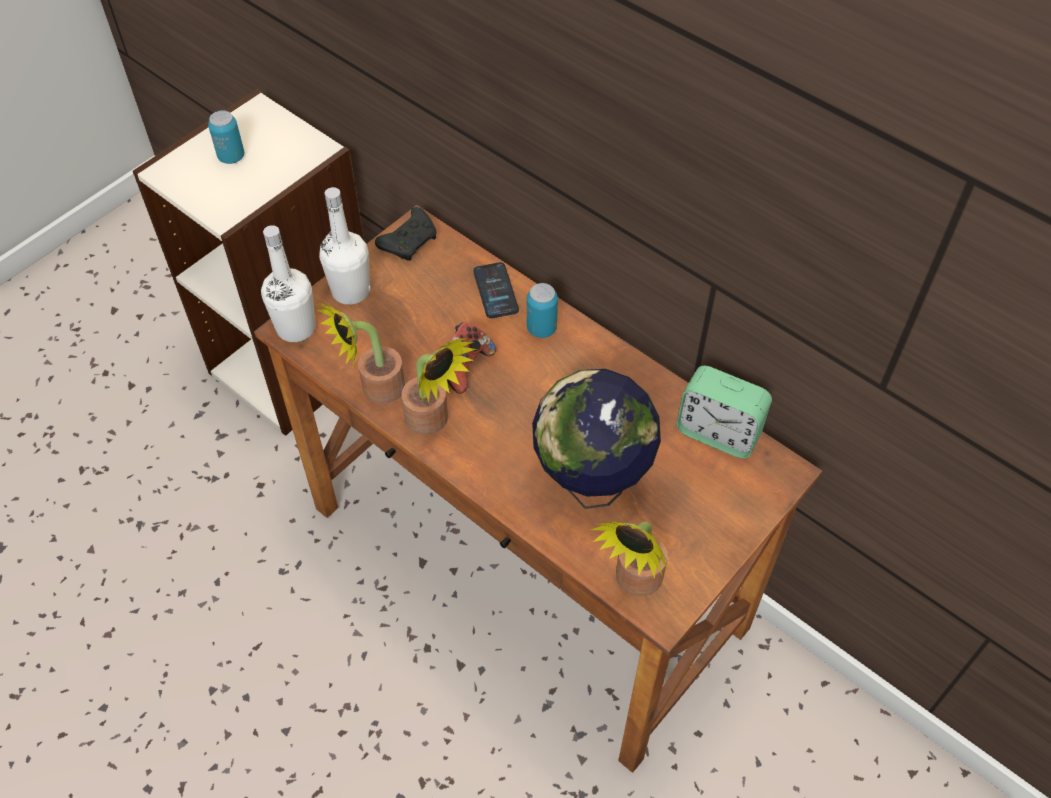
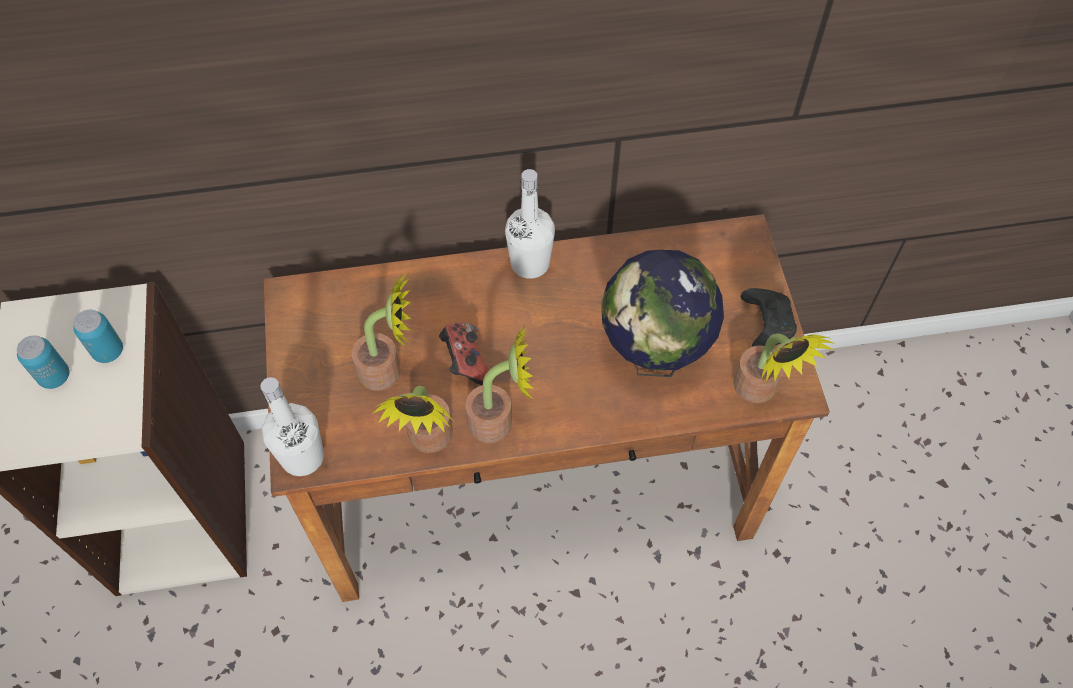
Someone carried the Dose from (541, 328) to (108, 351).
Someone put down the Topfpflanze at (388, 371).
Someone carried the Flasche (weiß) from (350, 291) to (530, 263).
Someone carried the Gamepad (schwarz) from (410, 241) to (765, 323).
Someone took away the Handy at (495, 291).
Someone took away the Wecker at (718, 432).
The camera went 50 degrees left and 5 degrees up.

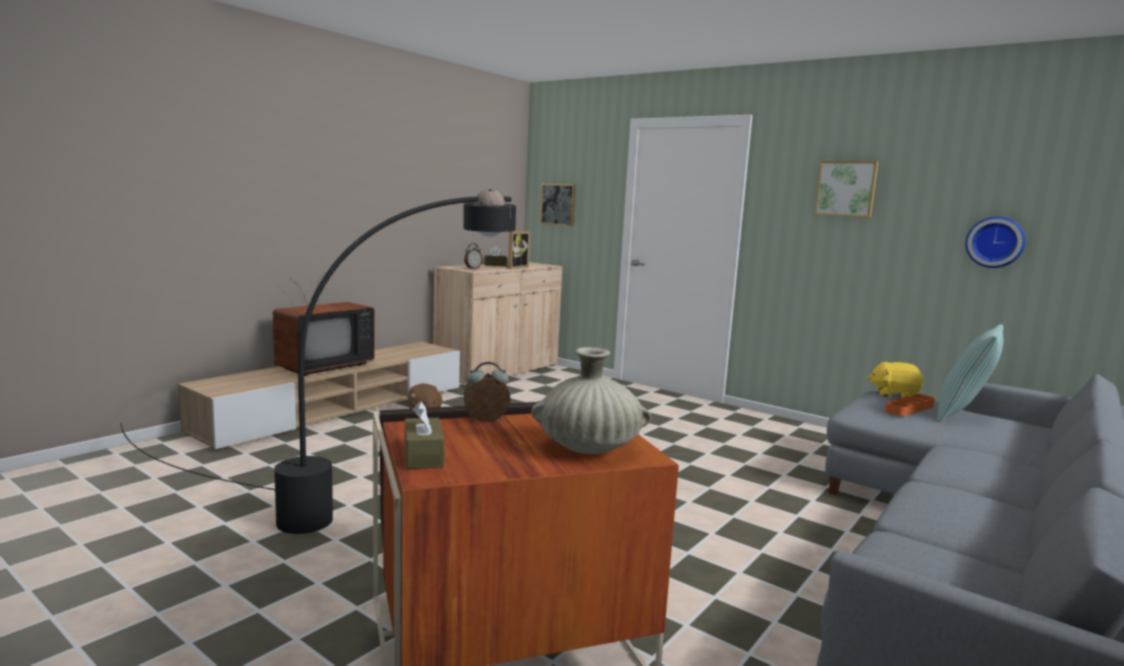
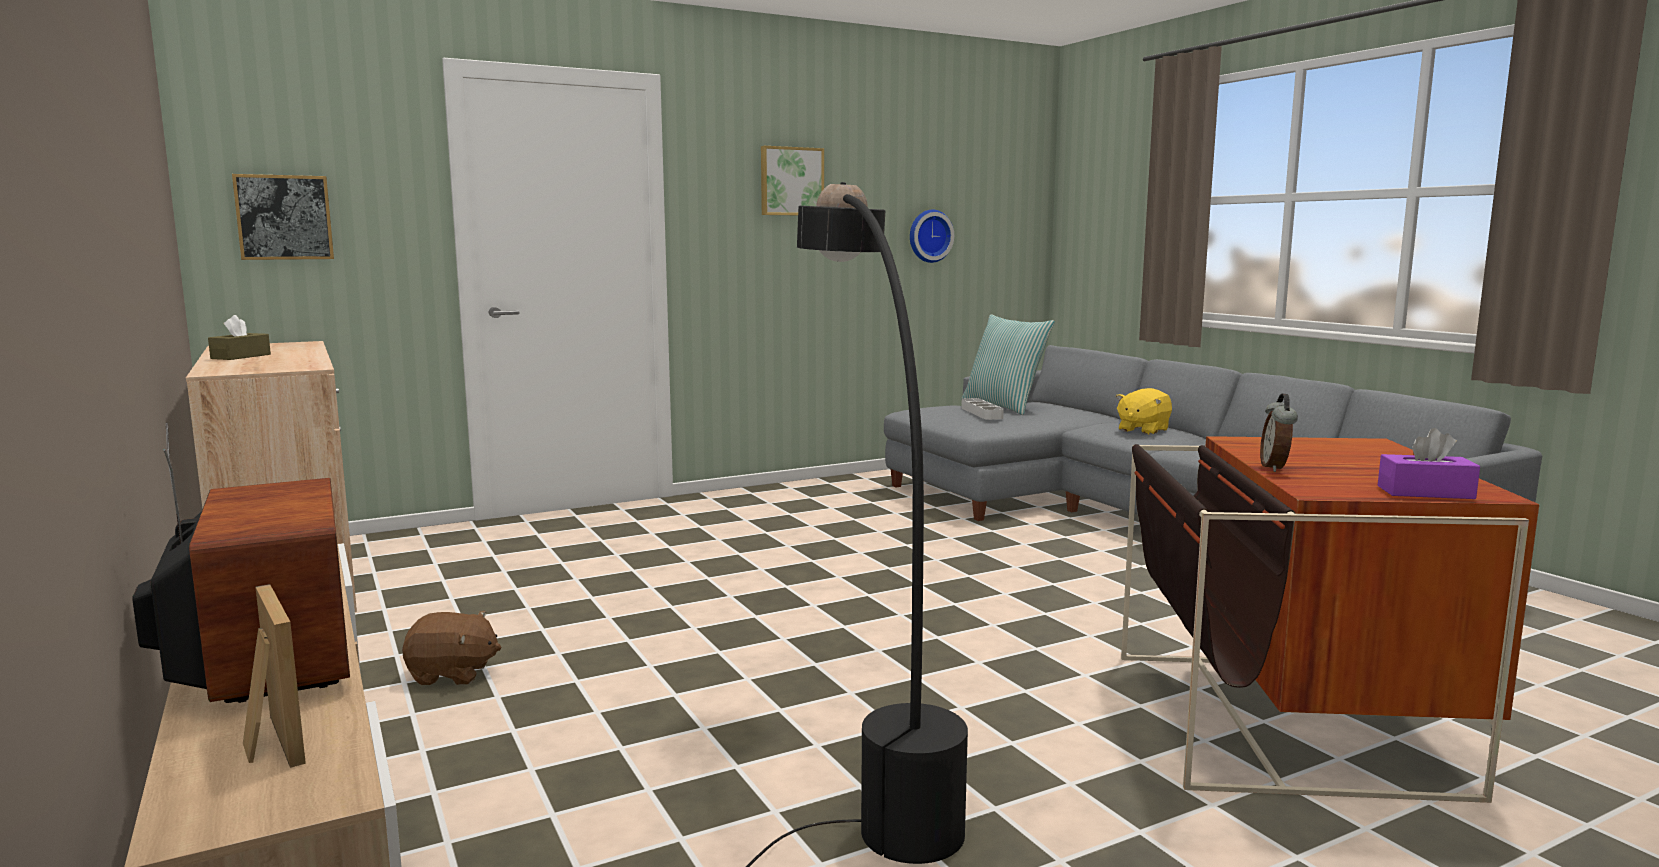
Someone carried the Bilderrahmen from (515, 267) to (269, 743).
Someone repainted the Tablett (orange) at (909, 409), which became the Tablett (grau) at (981, 413).
Someone carried the Plüschtier (gelb) from (894, 395) to (1142, 430).
Someone repainted the Taschentuchbox (braun) at (423, 455), which became the Taschentuchbox (lila) at (1425, 492).
Someone took away the Wecker at (472, 268).
Someone took away the Vase (beige) at (589, 449).
The camera went 65 degrees left and 0 degrees up.

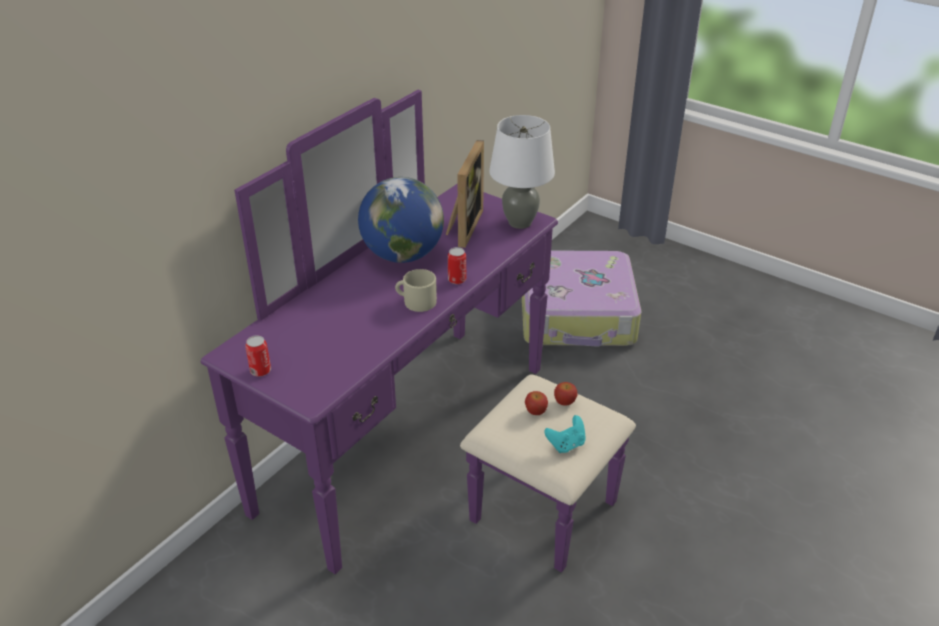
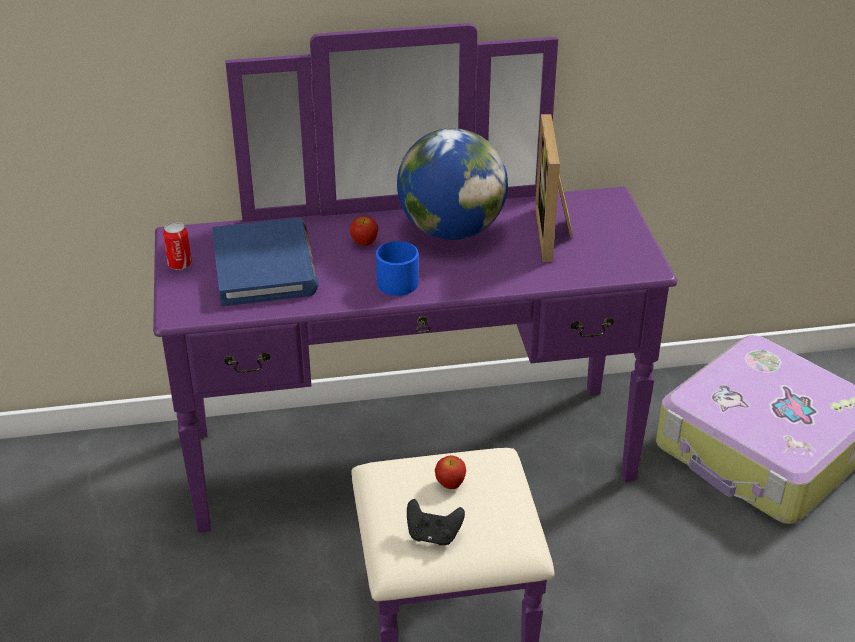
Someone put down the Buch (blau) at (265, 267).
Someone carried the Apfel from (565, 402) to (364, 242).
Someone repainted the Henkelbecher (beige) at (416, 301), which became the Henkelbecher (blau) at (394, 280).
Someone repainted the Gamepad (türkis) at (566, 444), which became the Gamepad (schwarz) at (433, 535).
Someone rotated the Bilderrahmen at (462, 227) by 120 degrees clockwise.
Someone took away the Dose at (457, 280).
Someone took away the Tischlampe (weiß) at (519, 223).
The camera went 45 degrees right and 0 degrees up.

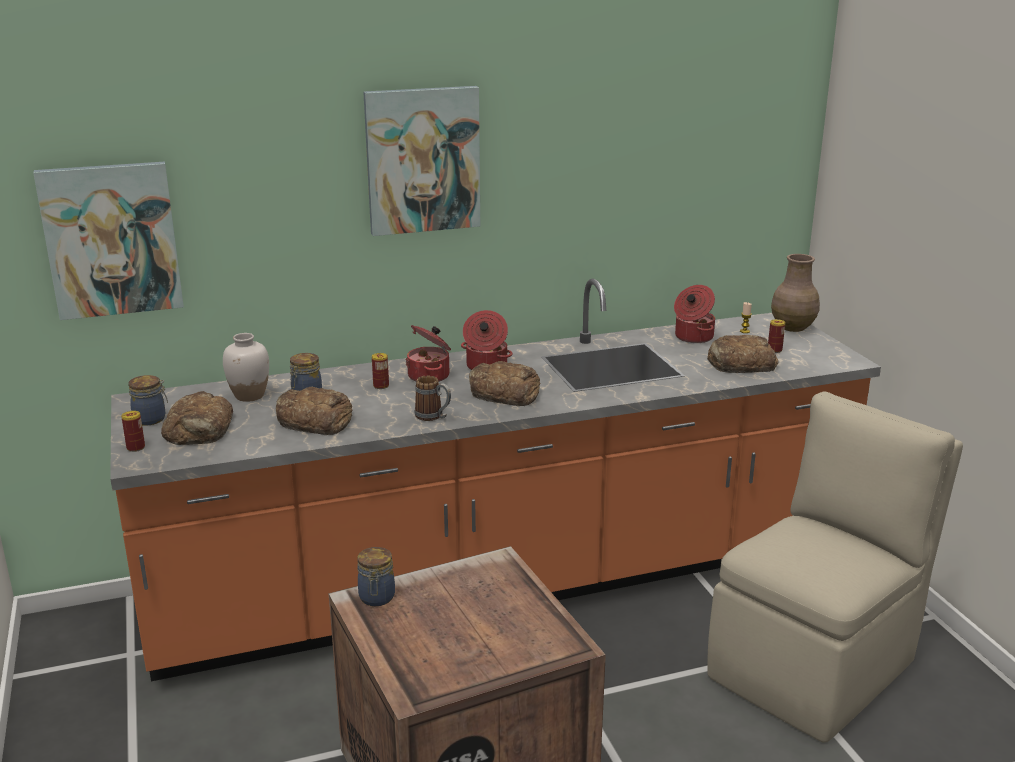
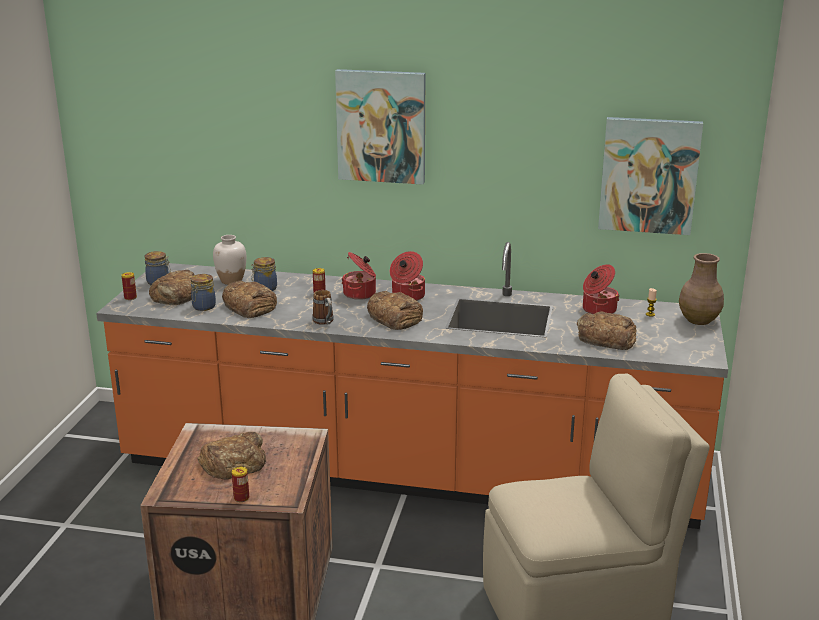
Someone carried the Vorratsglas from (376, 598) to (203, 307).
Someone put down the Brot at (234, 462).
Someone carried the Dose from (774, 350) to (241, 498).
Someone carried the Bild from (111, 240) to (649, 175).
The camera went 30 degrees right and 0 degrees up.

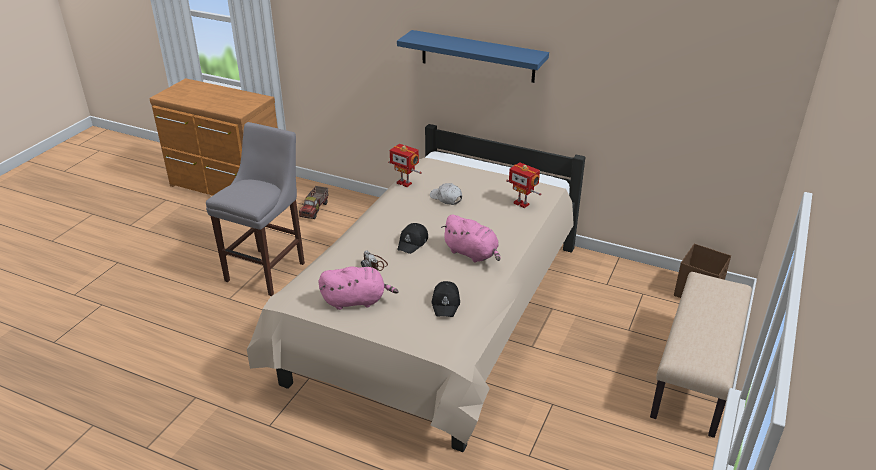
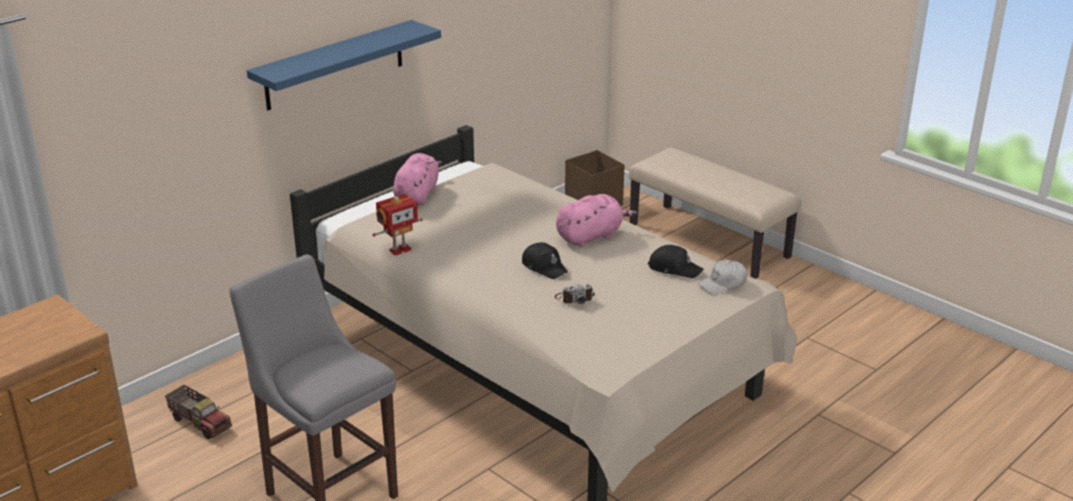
Someone carried the Plüschtier (rosa) from (356, 300) to (417, 195).
Someone carried the Kappe (weiß) from (446, 198) to (723, 284).
Someone took away the Spielzeugroboter at (522, 203).
The camera went 70 degrees left and 5 degrees down.

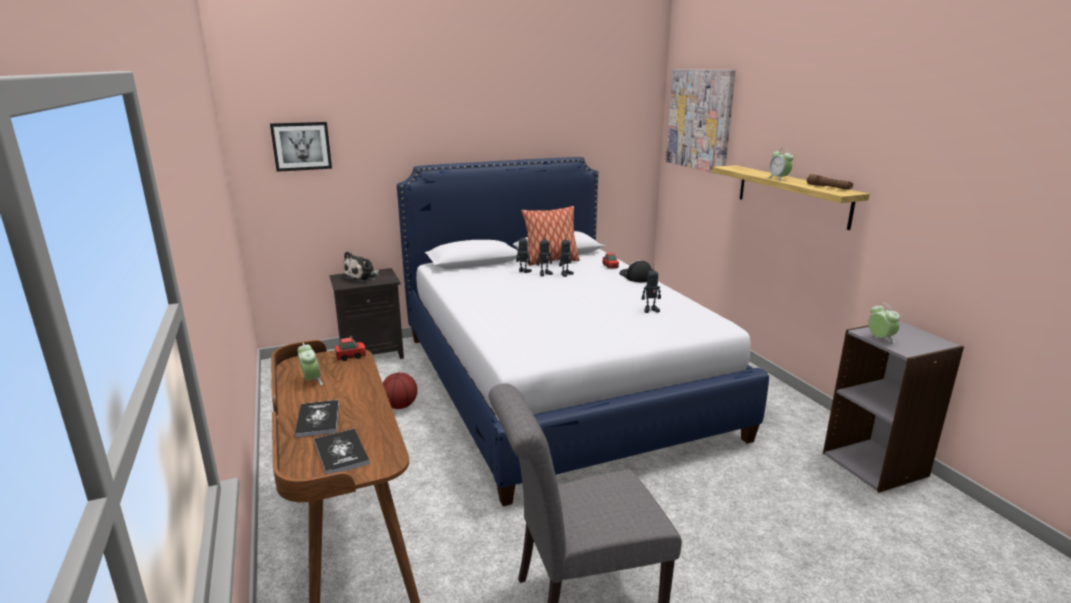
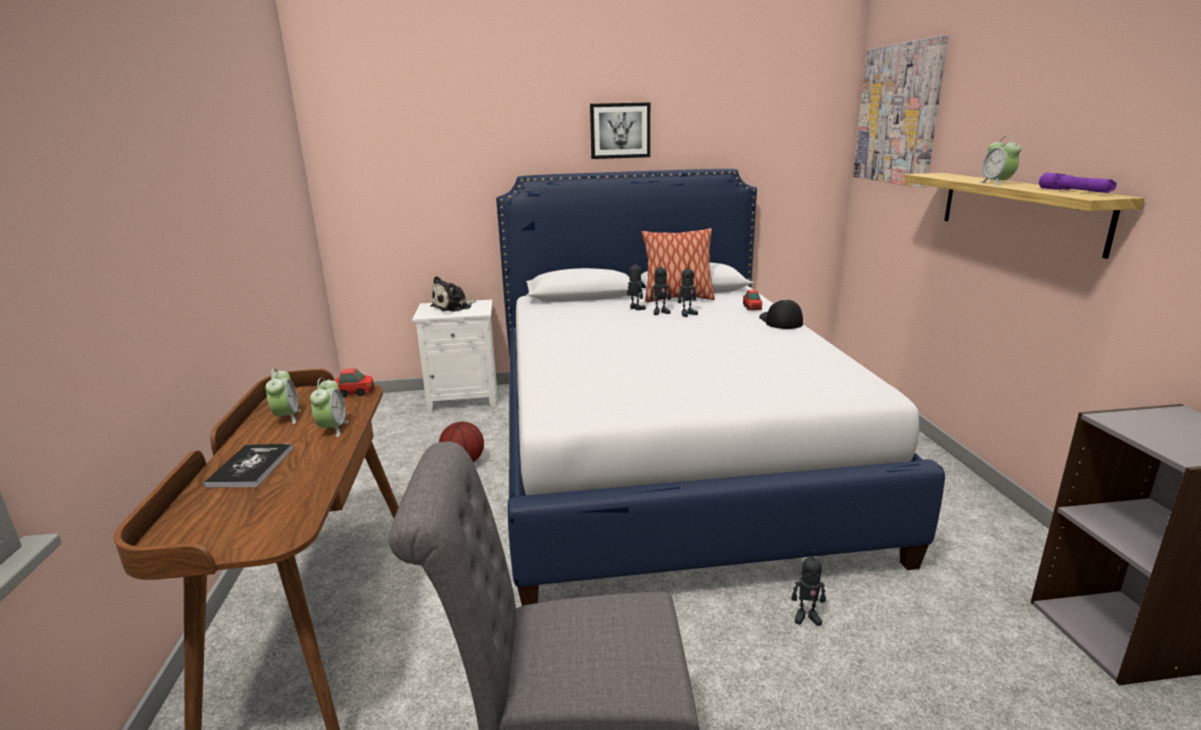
Someone carried the Wecker from (880, 339) to (332, 429).
Someone repainted the Nachttisch (schwarz) at (372, 353), which became the Nachttisch (weiß) at (464, 398).
Someone carried the Bild from (301, 146) to (620, 130).
Someone carried the Spielzeugroboter from (650, 310) to (806, 617).
Someone repainted the Taschenlampe (braun) at (828, 187), which became the Taschenlampe (lila) at (1074, 191).
Someone took away the Buch at (341, 453).
The camera went 15 degrees right and 0 degrees up.

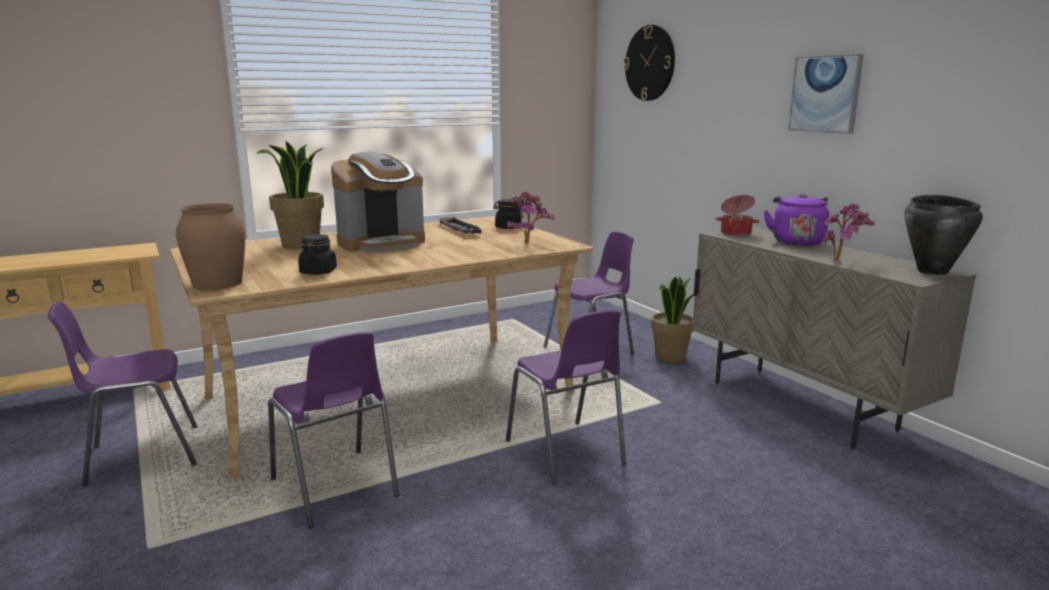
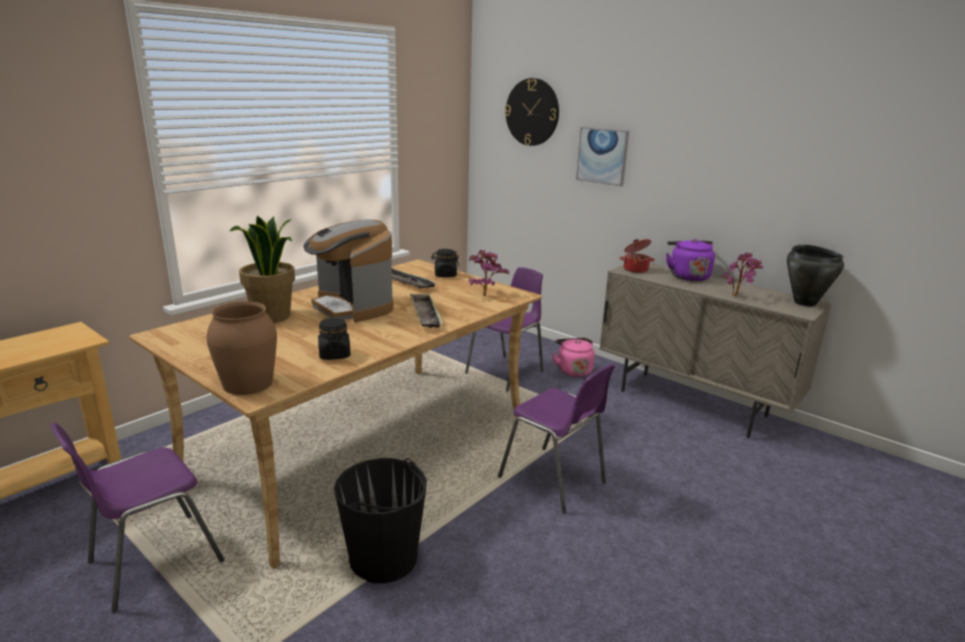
Someone rotated the Kaffeemaschine at (382, 243) by 105 degrees clockwise.
Someone swapped the Stuhl (lila) at (336, 489) for the Eimer (schwarz) at (384, 558).
Someone put down the Tablett at (425, 315).
Someone swapped the Topfpflanze at (671, 357) for the Wasserkessel (rosa) at (573, 370).
Someone carried the Bild from (825, 94) to (602, 156).
The camera went 20 degrees left and 5 degrees up.

